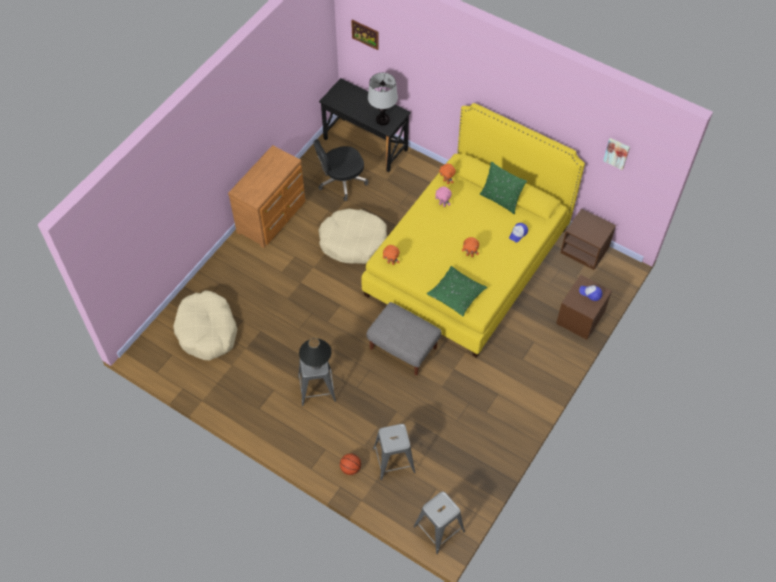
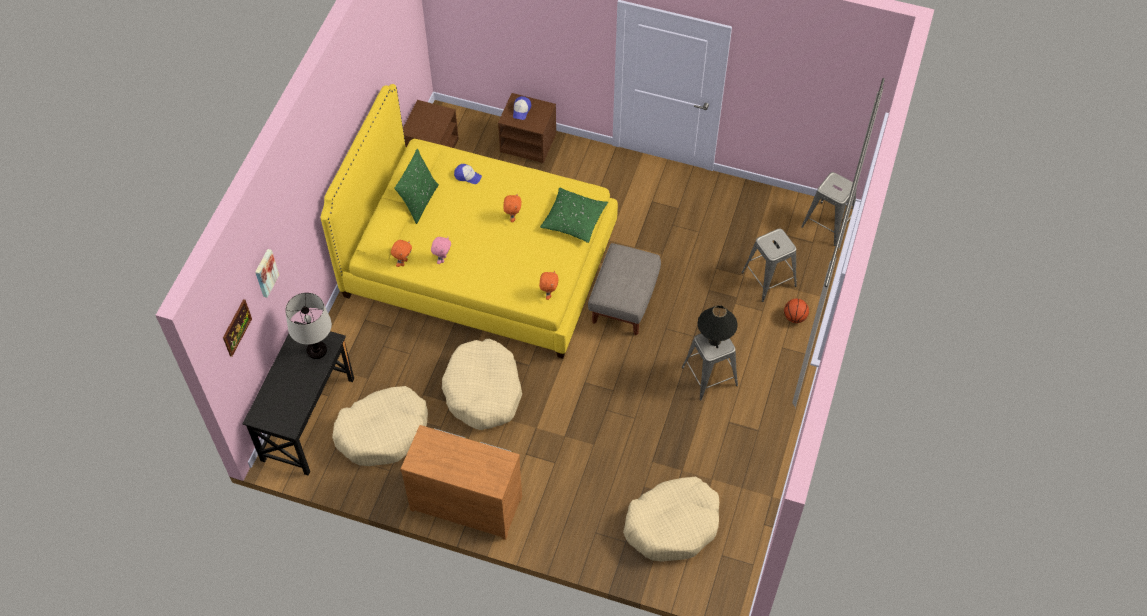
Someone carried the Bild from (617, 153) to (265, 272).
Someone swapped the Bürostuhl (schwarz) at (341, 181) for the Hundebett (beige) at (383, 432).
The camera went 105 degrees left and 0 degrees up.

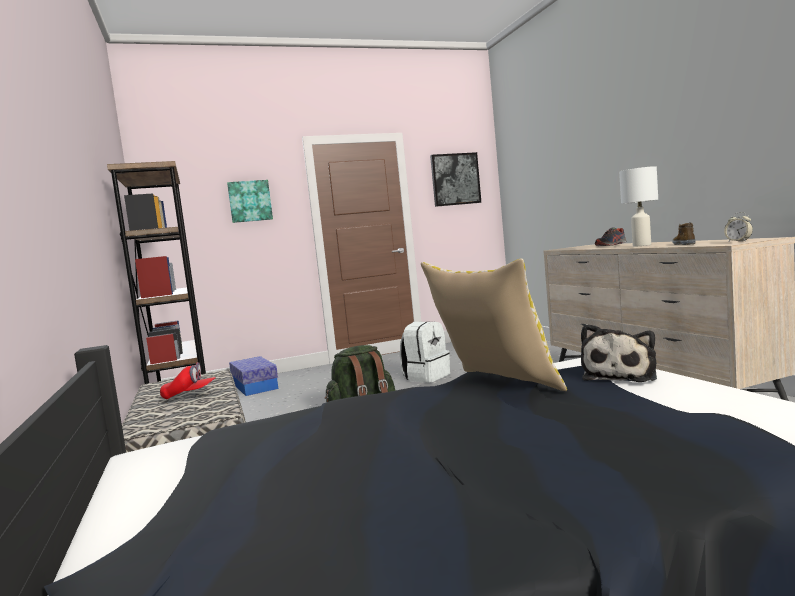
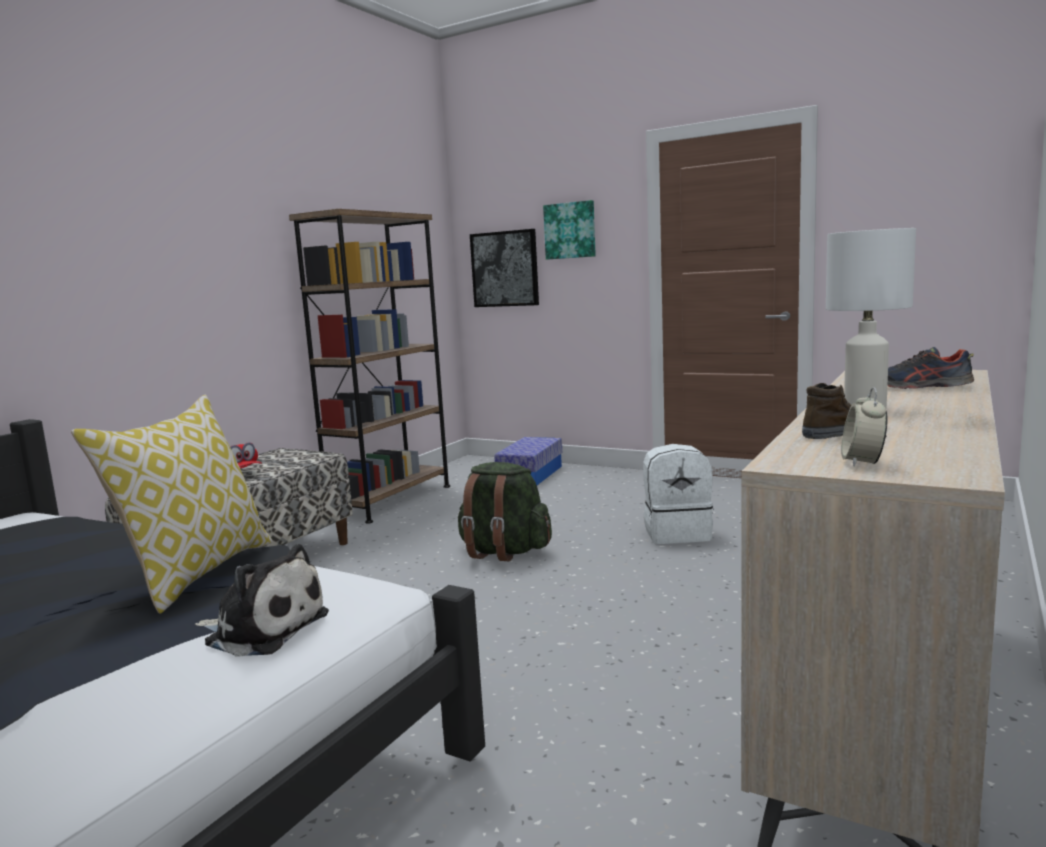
Someone rotated the Plüschtier at (621, 375) by 150 degrees counterclockwise.
Someone carried the Bild from (455, 179) to (505, 269).
The camera went 50 degrees right and 5 degrees up.

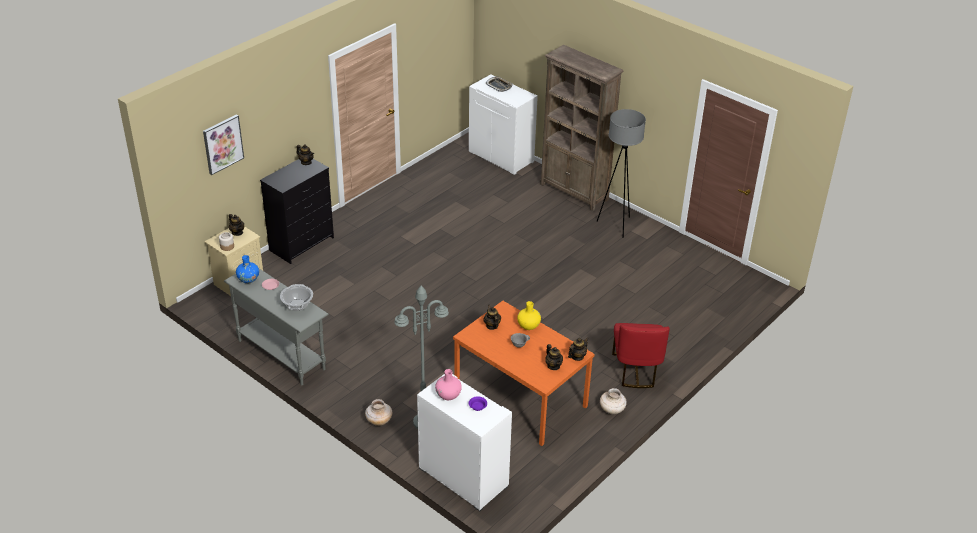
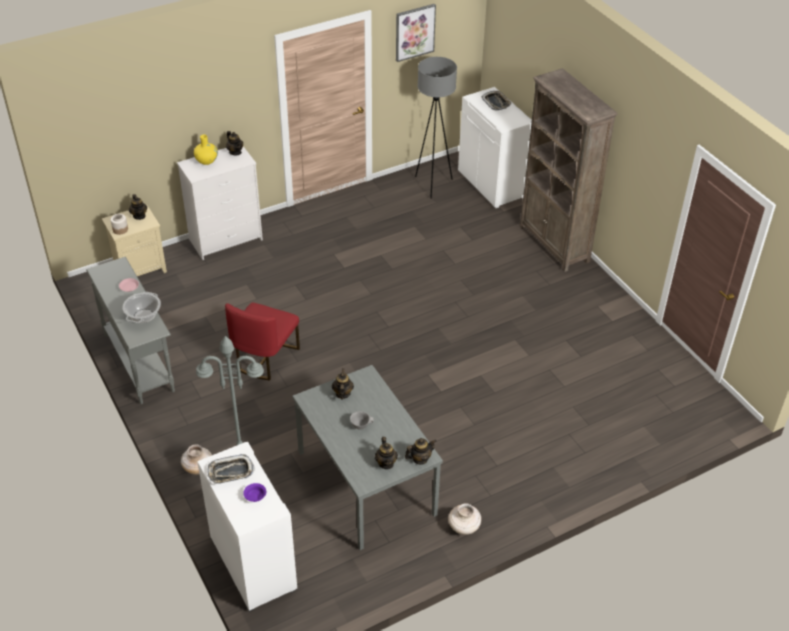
Someone repainted the Kommode (schwarz) at (302, 243), which became the Kommode (weiß) at (226, 239).
Someone carried the Vase (gelb) from (528, 325) to (206, 161).
Someone swapped the Vase (rosa) at (448, 395) for the Tablett at (230, 472).
Someone carried the Stuhl (rot) from (636, 370) to (265, 358).
Someone repainted the Esstisch (orange) at (519, 397), which became the Esstisch (grau) at (365, 482).
Someone carried the Bild from (222, 144) to (414, 32).
Someone carried the Stehlampe (grau) from (616, 225) to (432, 185).
Someone took away the Vase (blau) at (248, 279).
The camera went 20 degrees right and 5 degrees up.

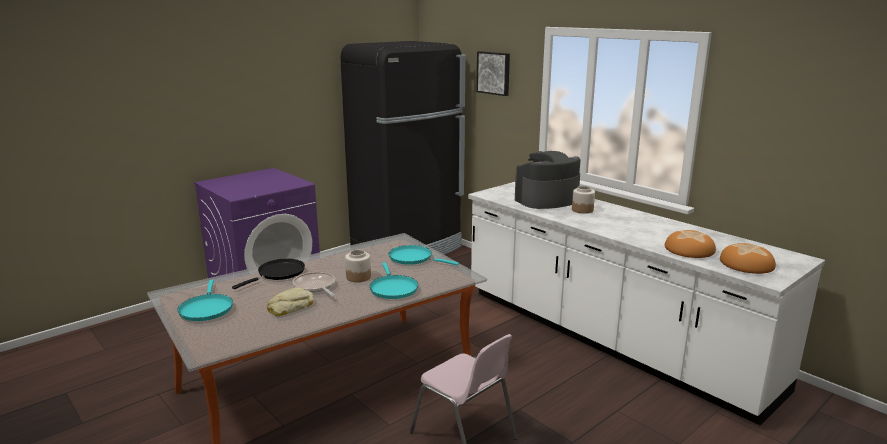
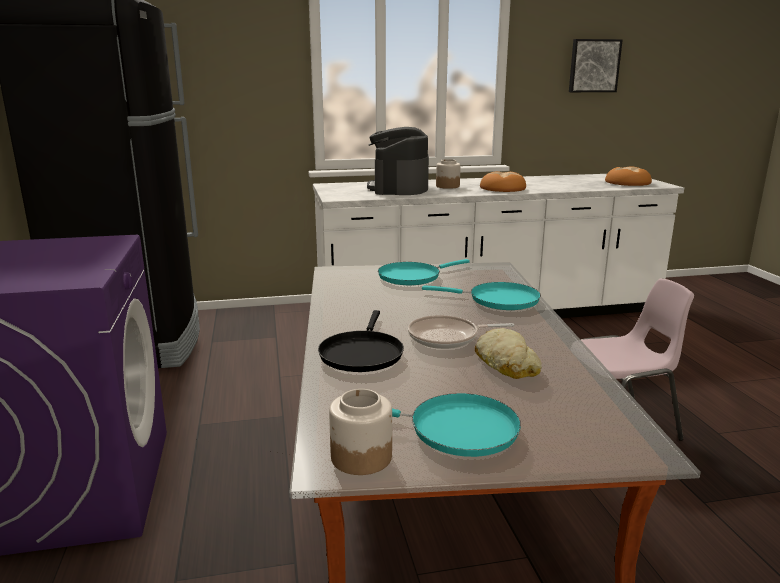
Someone rotated the Pfanne (schwarz) at (278, 273) by 150 degrees counterclockwise.
Someone carried the Vorratsglas from (358, 277) to (361, 456).
Someone carried the Brot from (689, 249) to (502, 188).
Someone carried the Bild from (494, 73) to (593, 66).
The camera went 60 degrees left and 0 degrees up.

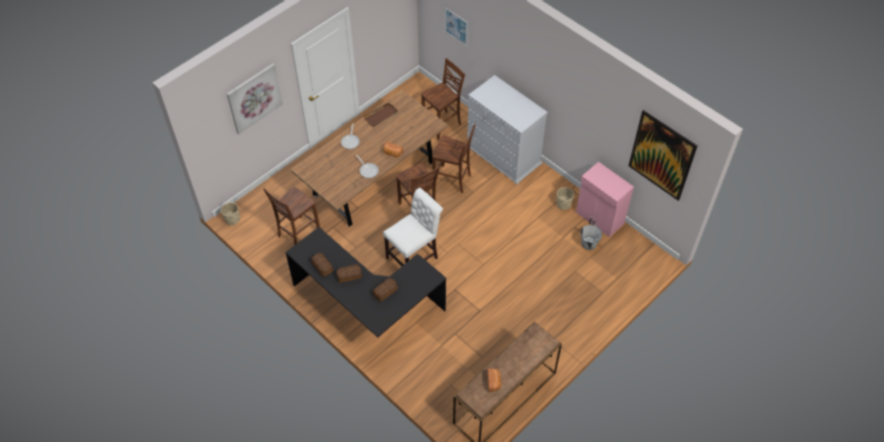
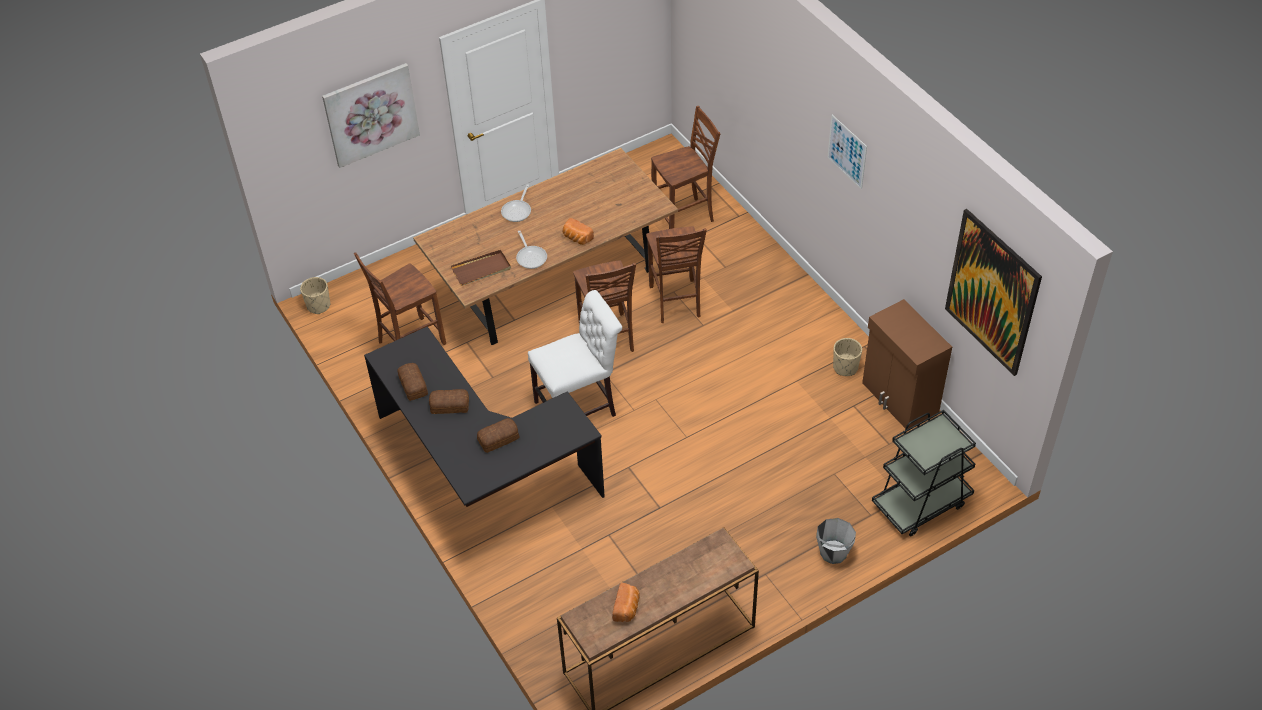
Someone carried the Tablett (braun) from (381, 116) to (481, 269).
Someone rotated the Stuhl (braun) at (452, 180) by 45 degrees clockwise.
Someone carried the Eimer (grau) from (588, 244) to (833, 552).
Someone carried the Bild from (456, 26) to (847, 151).
Someone repainted the Schrank (rosa) at (599, 218), which became the Schrank (braun) at (899, 399).
Someone put down the Rollwagen (schwarz) at (921, 503).
Someone took away the Kommode (weiß) at (504, 155).
The camera went 15 degrees right and 5 degrees down.

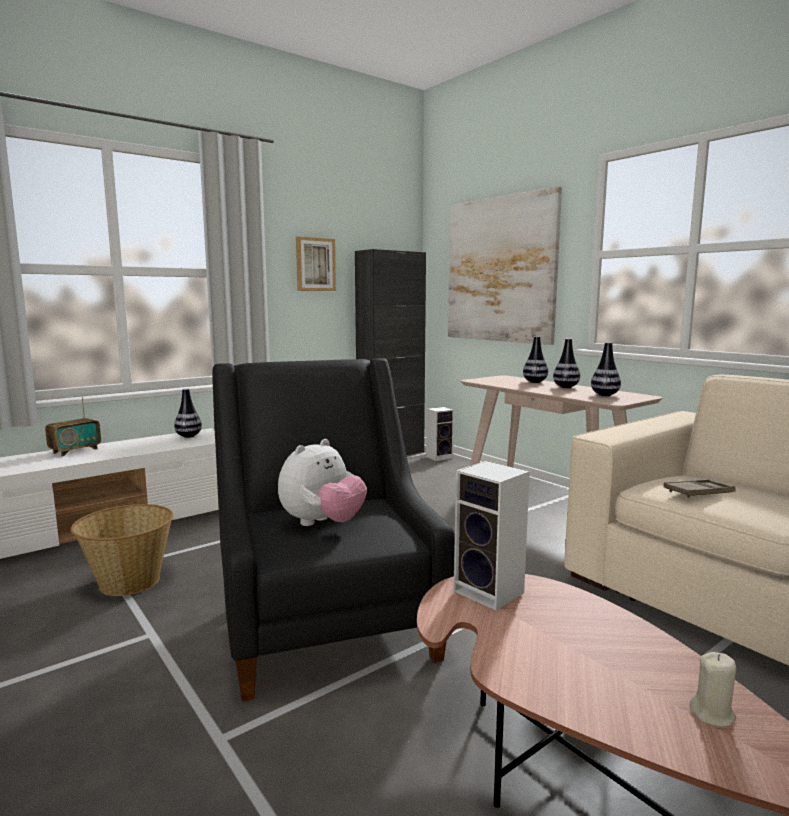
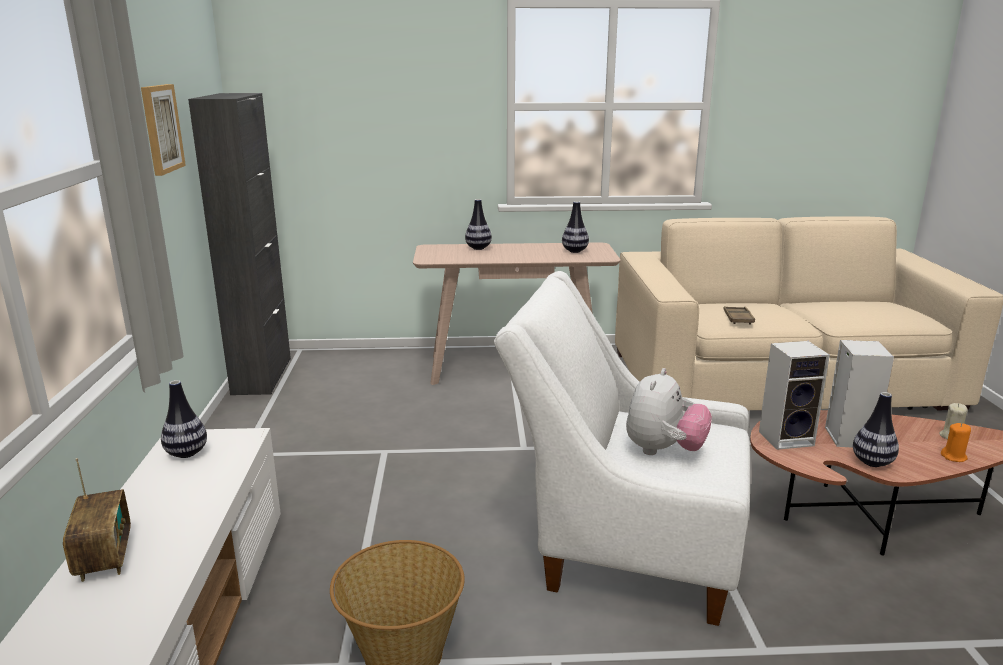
Someone repainted the Sessel (schwarz) at (327, 622), which became the Sessel (weiß) at (624, 545).
Someone rotated the Plüschtier at (322, 523) by 45 degrees clockwise.
Someone carried the Lautsprecher from (440, 457) to (847, 436).
Someone carried the Vase from (565, 387) to (872, 462).
Someone put down the Kerze (orange) at (954, 457).
Someone took away the Bild at (500, 270).
The camera went 55 degrees left and 10 degrees up.

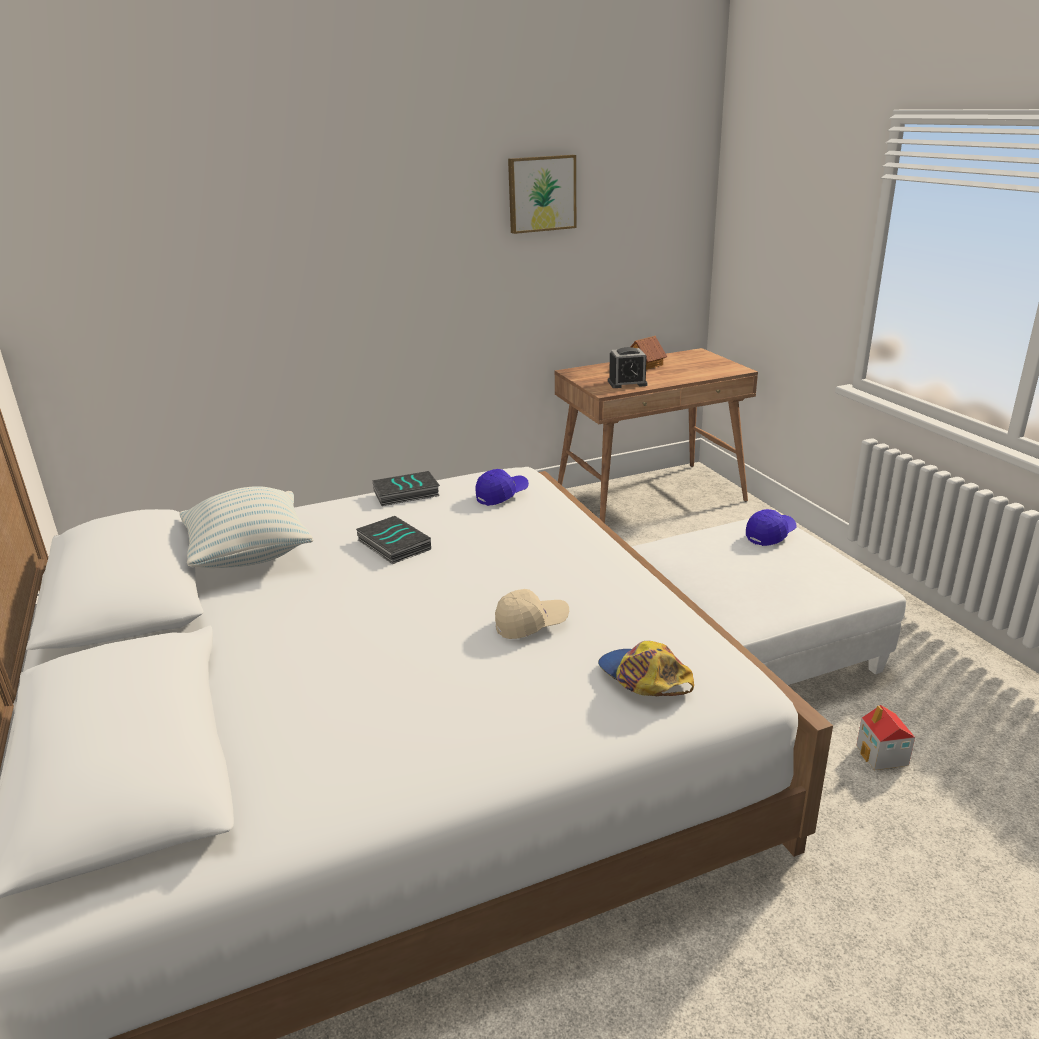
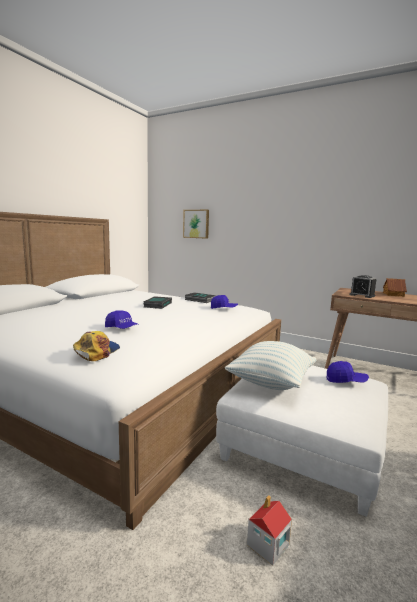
Someone repainted the Kappe (beige) at (531, 624), which became the Kappe (blau) at (122, 328).
Someone carried the Bild from (541, 193) to (196, 224).
Someone carried the Kissen from (250, 555) to (271, 383).
The camera went 50 degrees right and 15 degrees down.

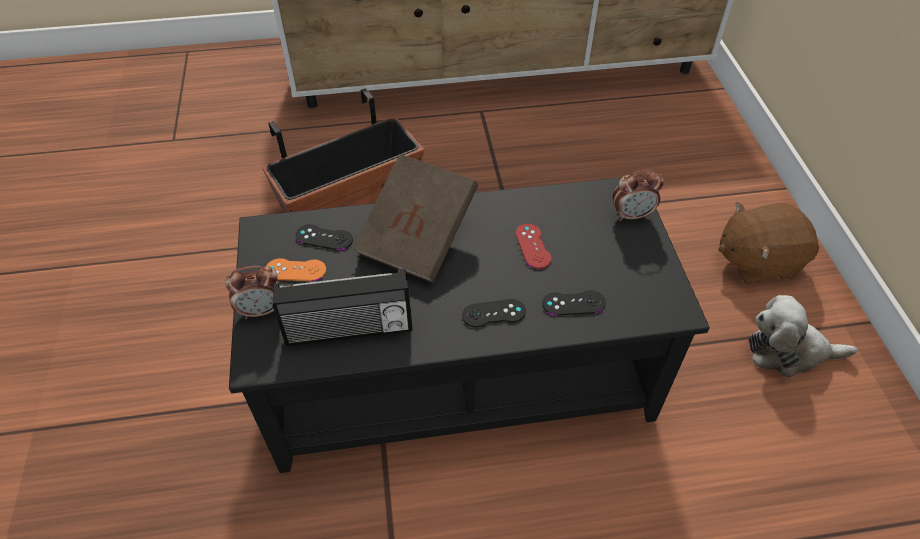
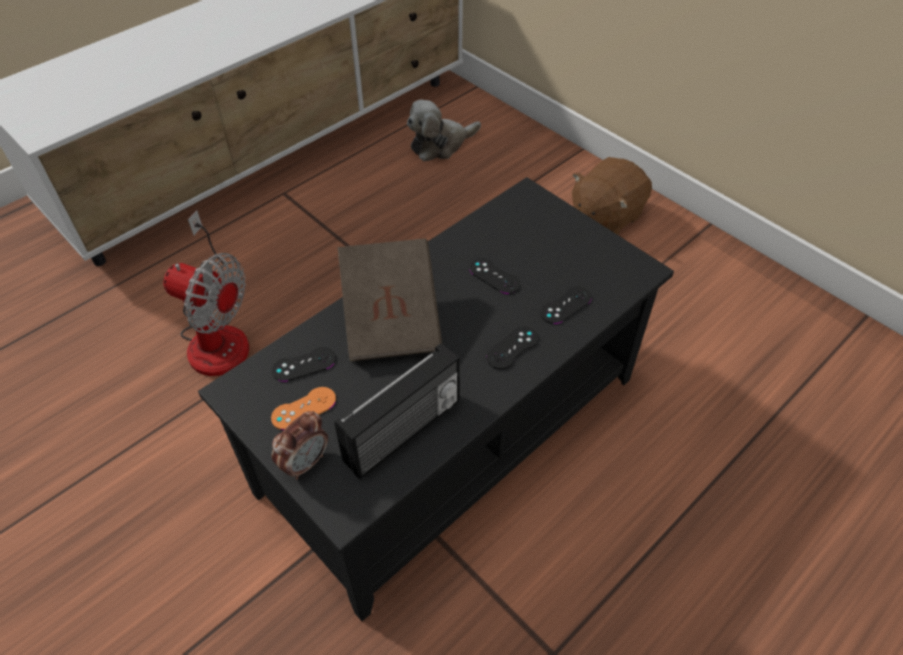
Someone swapped the Pflanzkübel at (349, 197) for the Ventilator at (217, 333).
Someone carried the Plüschtier from (788, 351) to (440, 144).
Someone repainted the Gamepad (rot) at (533, 246), which became the Gamepad (schwarz) at (494, 276).
Someone took away the Wecker at (631, 215).
The camera went 35 degrees left and 0 degrees up.

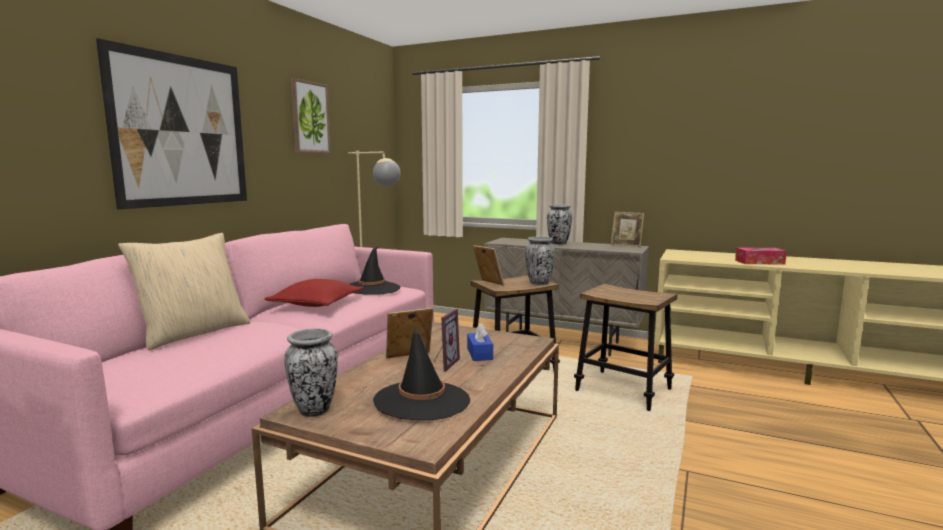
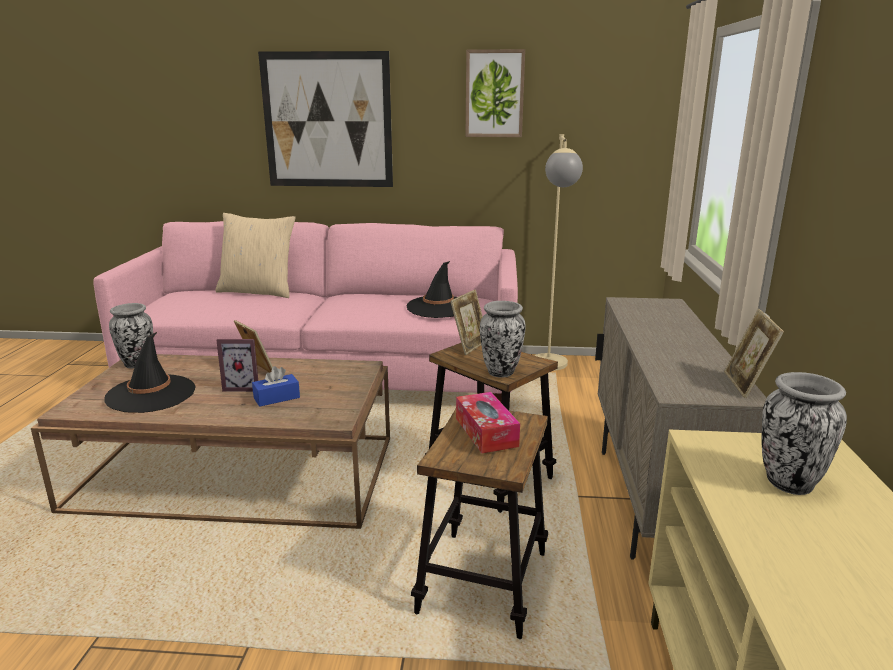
Someone carried the Taschentuchbox from (759, 262) to (486, 432).
Someone carried the Vase from (558, 243) to (788, 483).
Someone took away the Kissen (rot) at (316, 304).
The camera went 70 degrees right and 10 degrees up.

